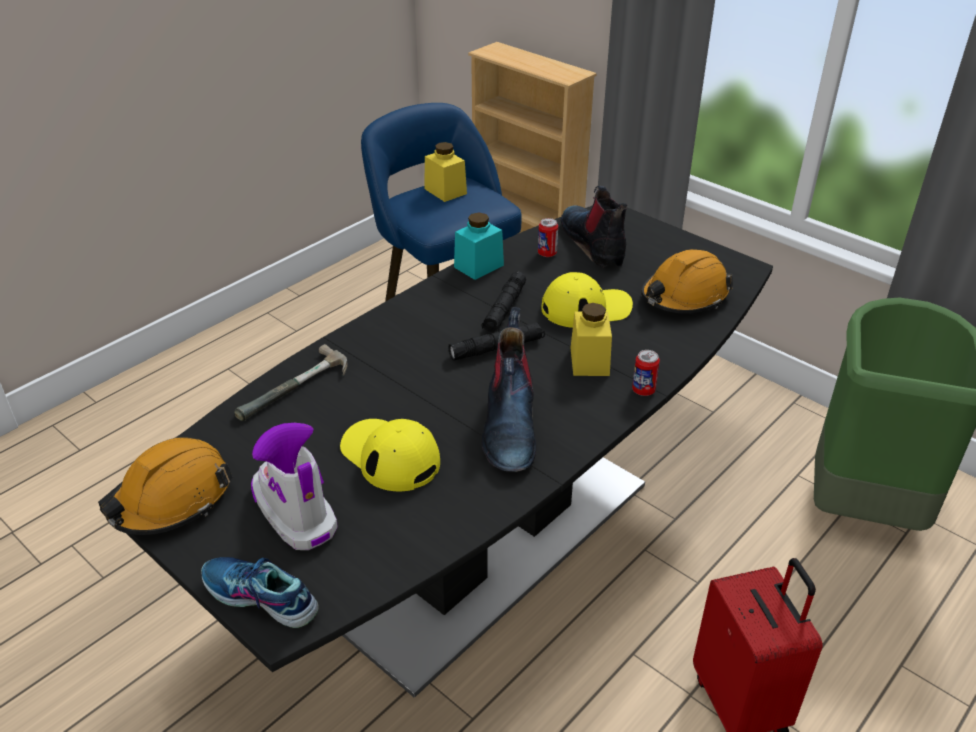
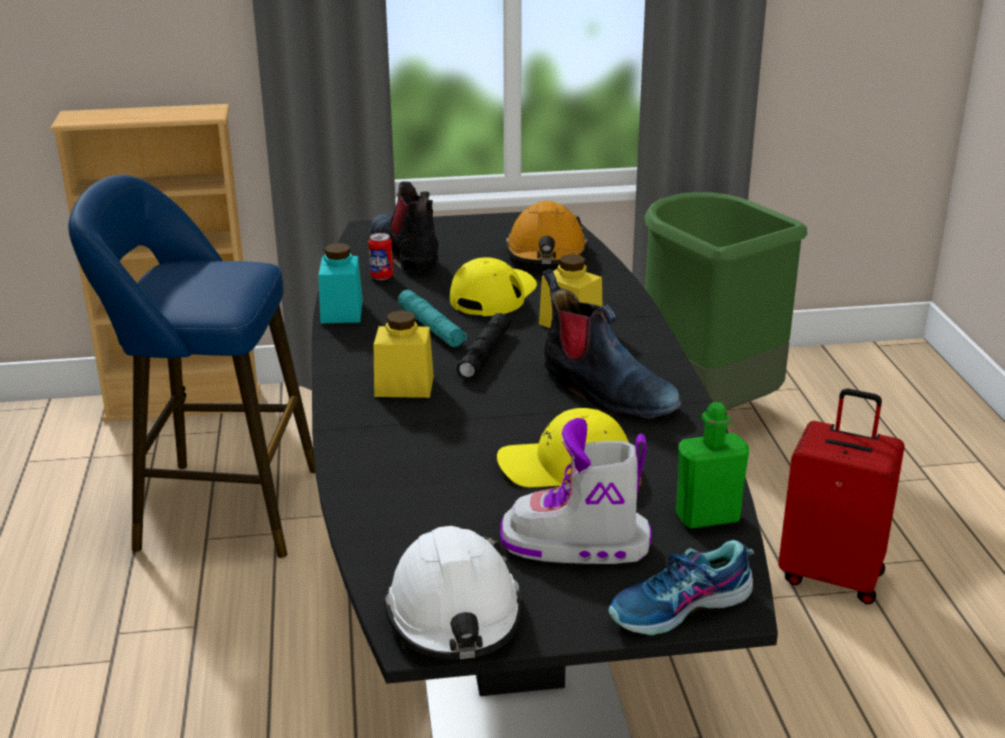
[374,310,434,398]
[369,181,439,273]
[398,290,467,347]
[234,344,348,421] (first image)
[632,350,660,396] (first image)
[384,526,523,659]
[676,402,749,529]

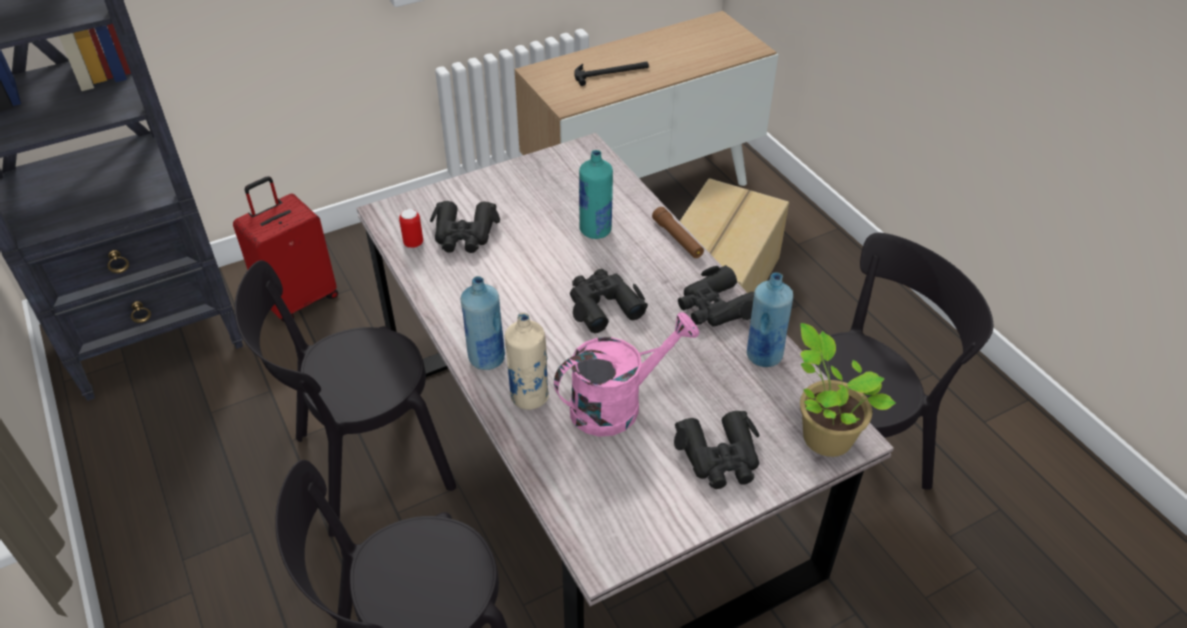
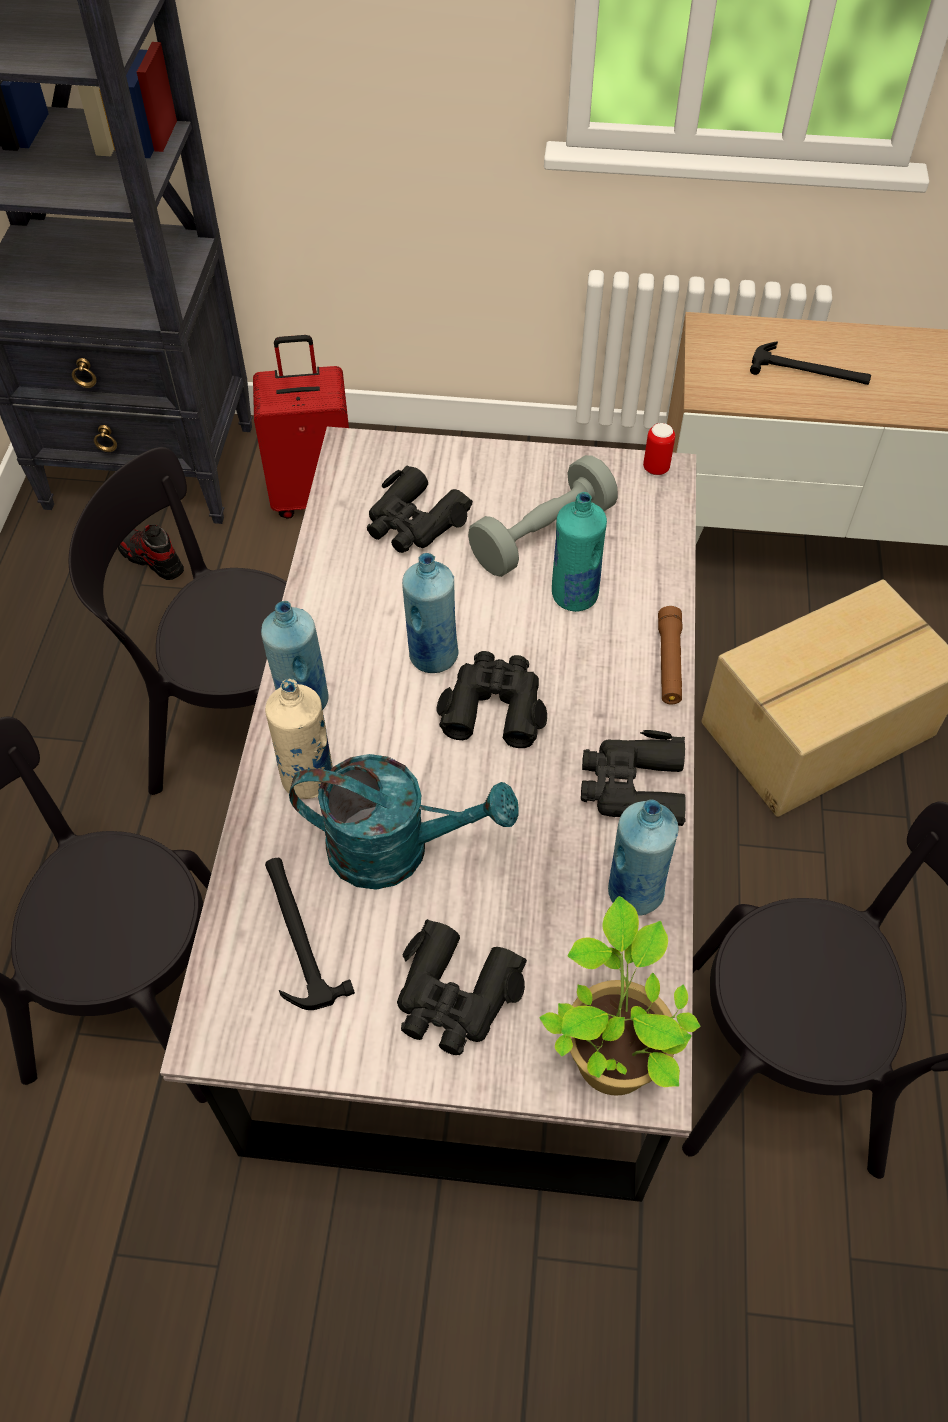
[643,423,675,475]
[289,754,519,890]
[468,455,618,577]
[118,524,184,580]
[402,553,459,673]
[265,858,355,1010]

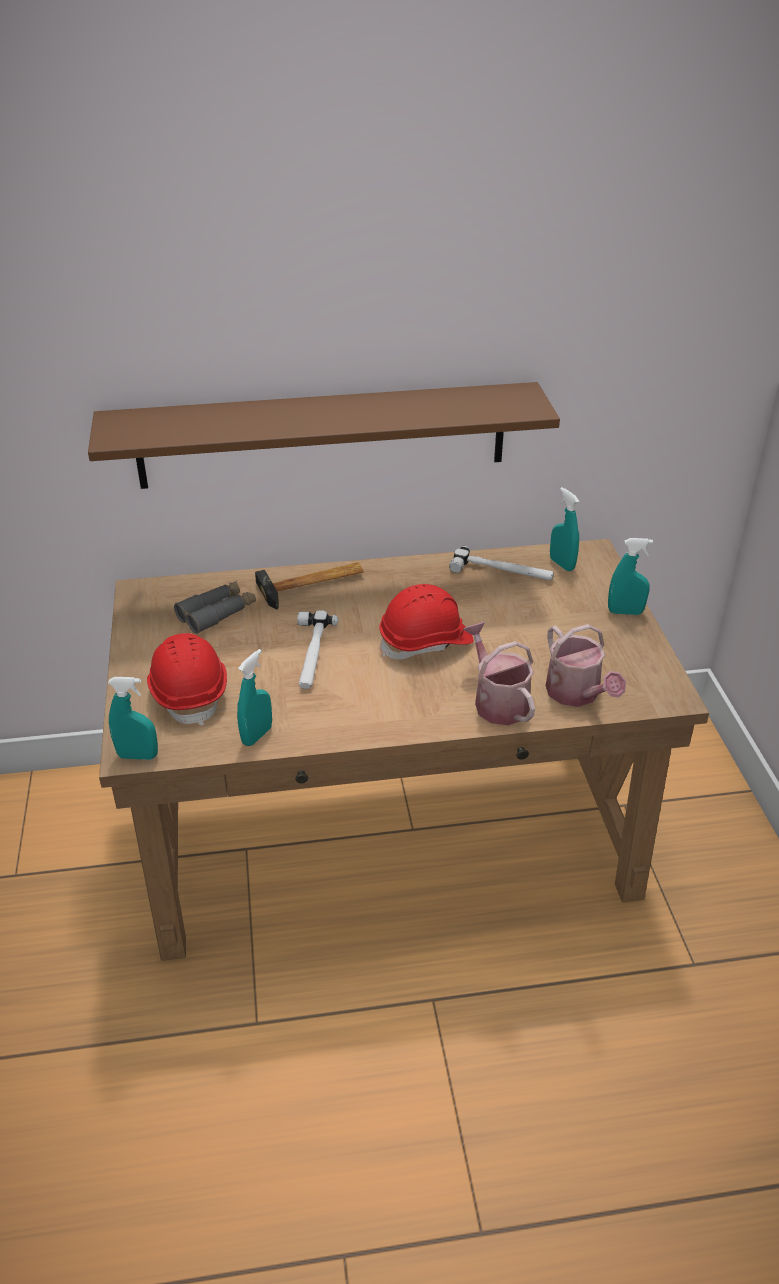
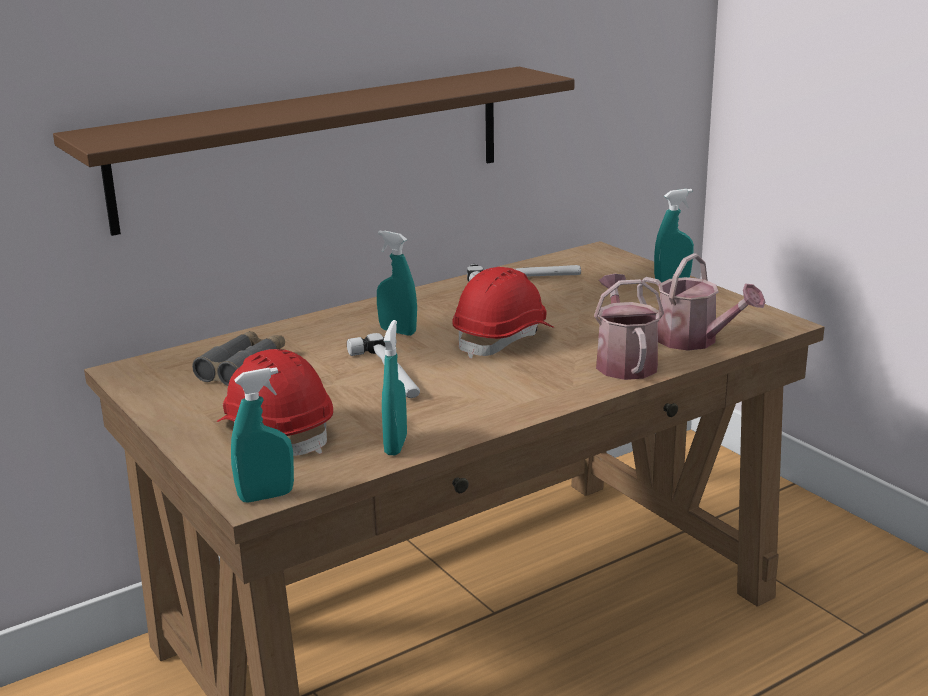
[377,231,417,336]
[255,562,364,609] (first image)
[594,274,664,380]

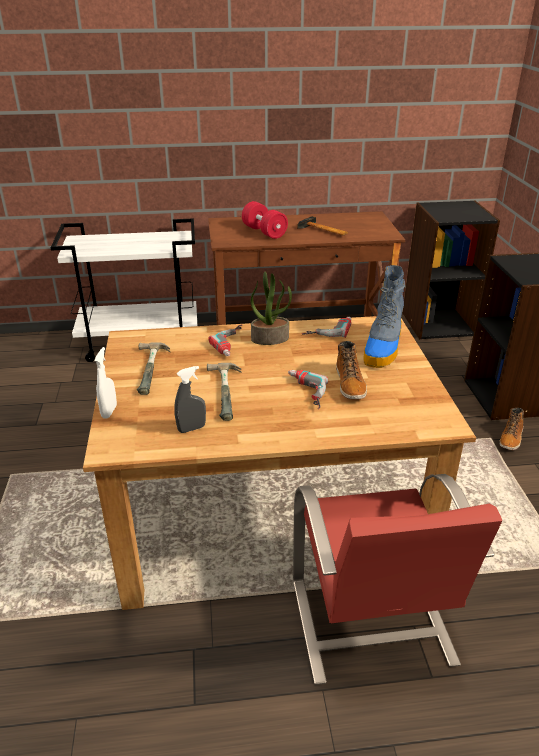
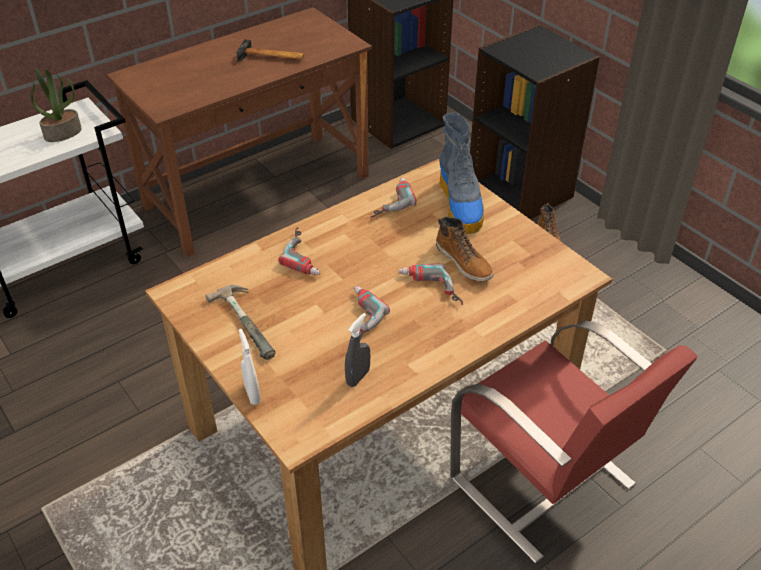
[242,201,288,239] (first image)
[31,69,82,142]
[354,286,390,340]

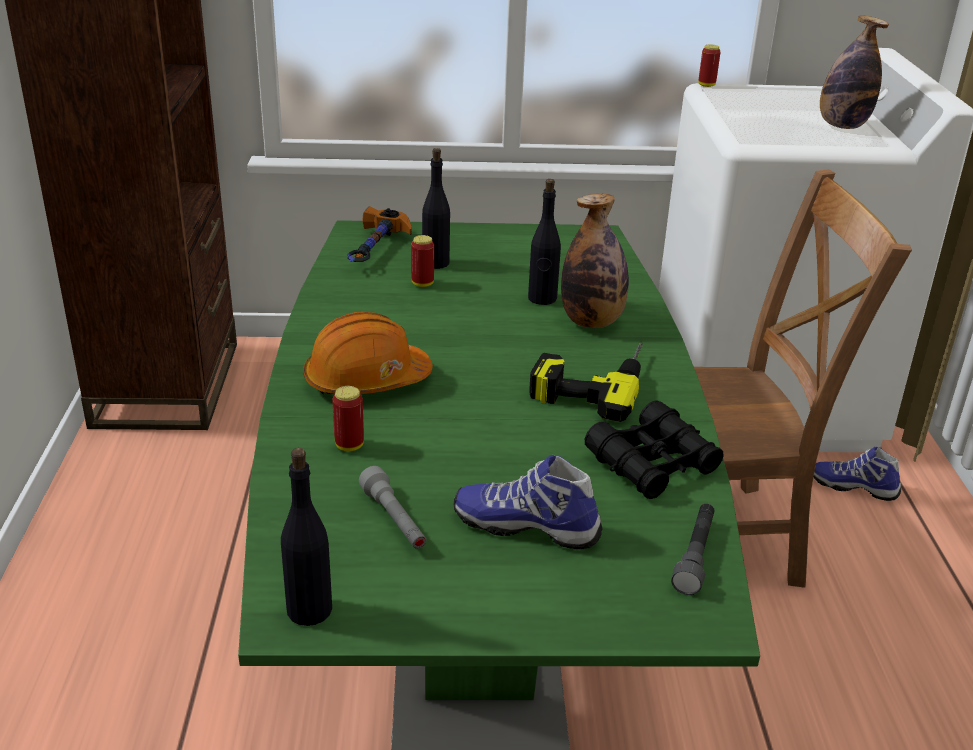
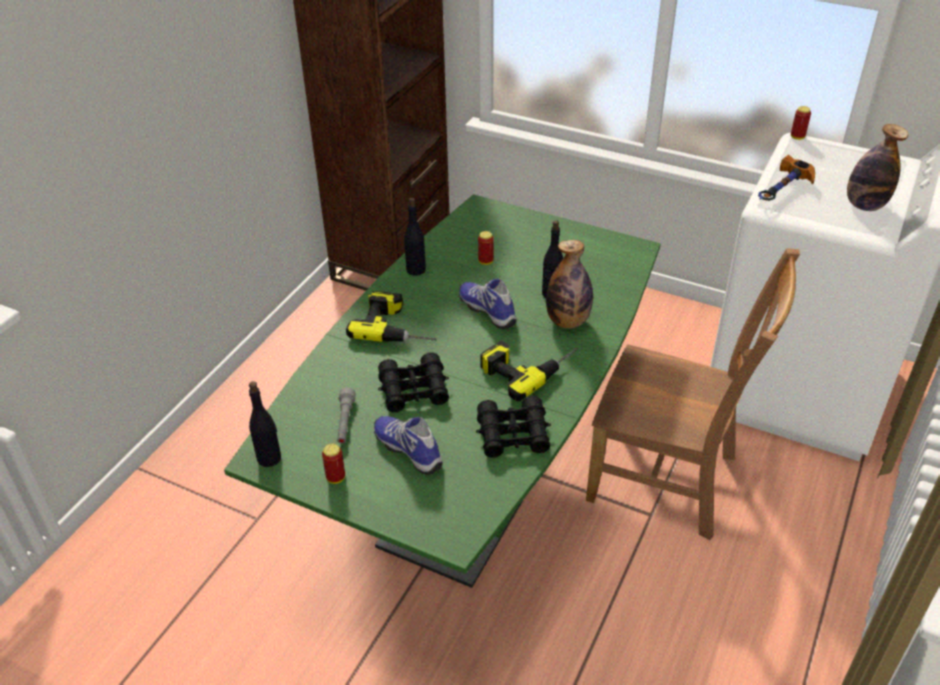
[404,198,426,276]
[758,155,815,201]
[346,291,437,342]
[322,443,345,484]
[459,279,516,329]
[671,504,715,595] (first image)
[378,352,449,412]

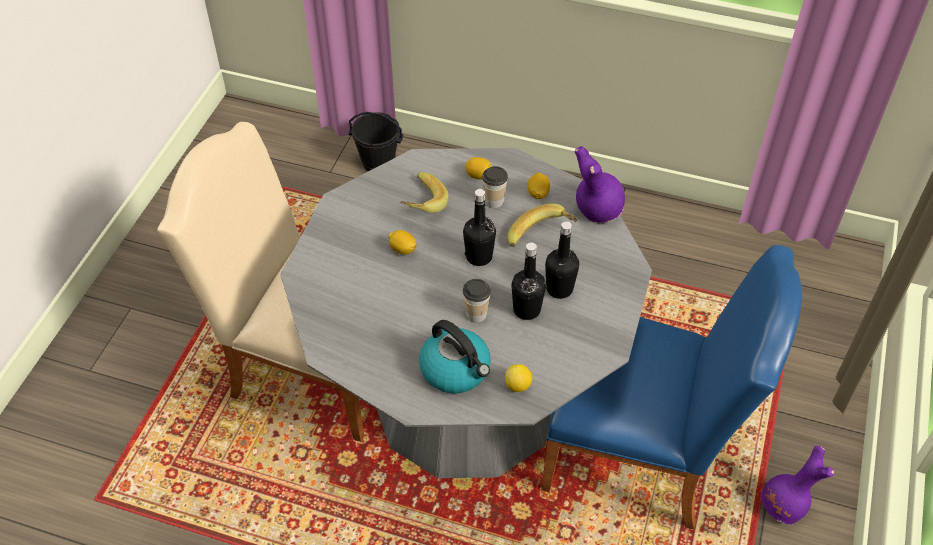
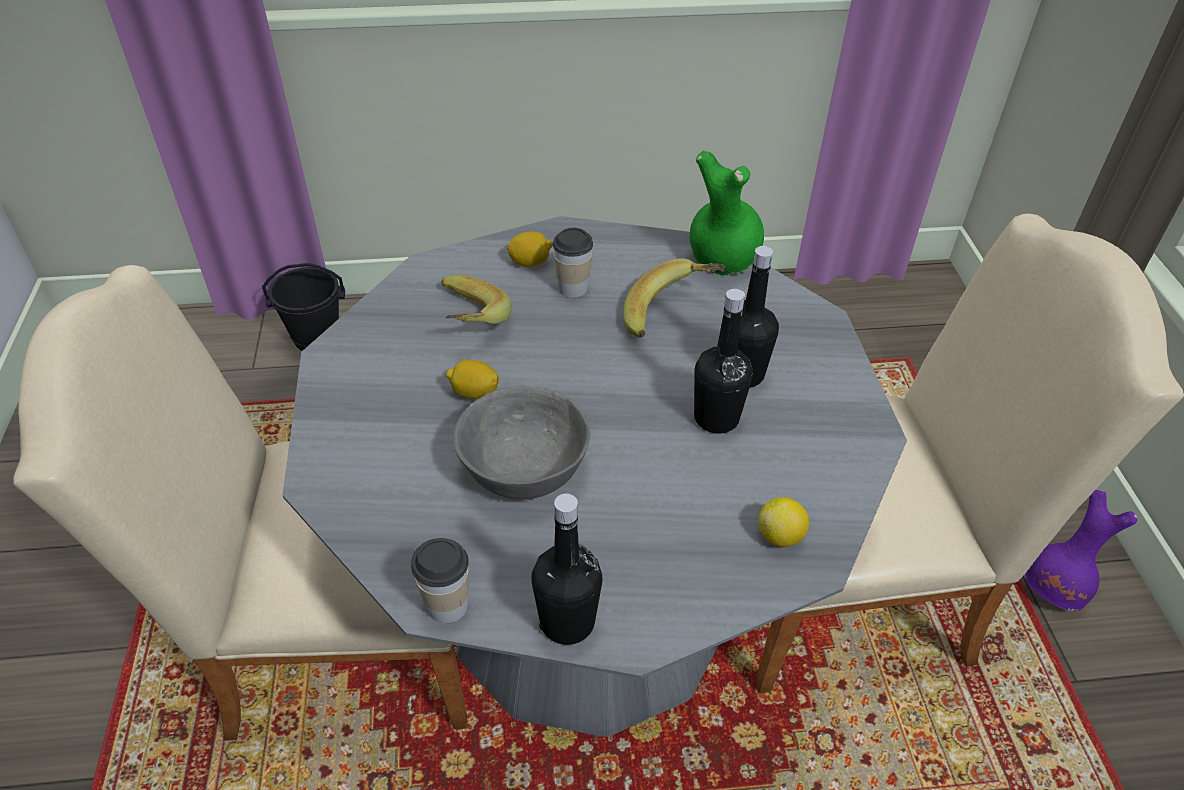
[690,151,764,275]
[528,172,550,199] (first image)
[532,493,602,645]
[755,214,1184,694]
[411,538,469,623]
[419,320,491,394] (first image)
[453,386,590,499]

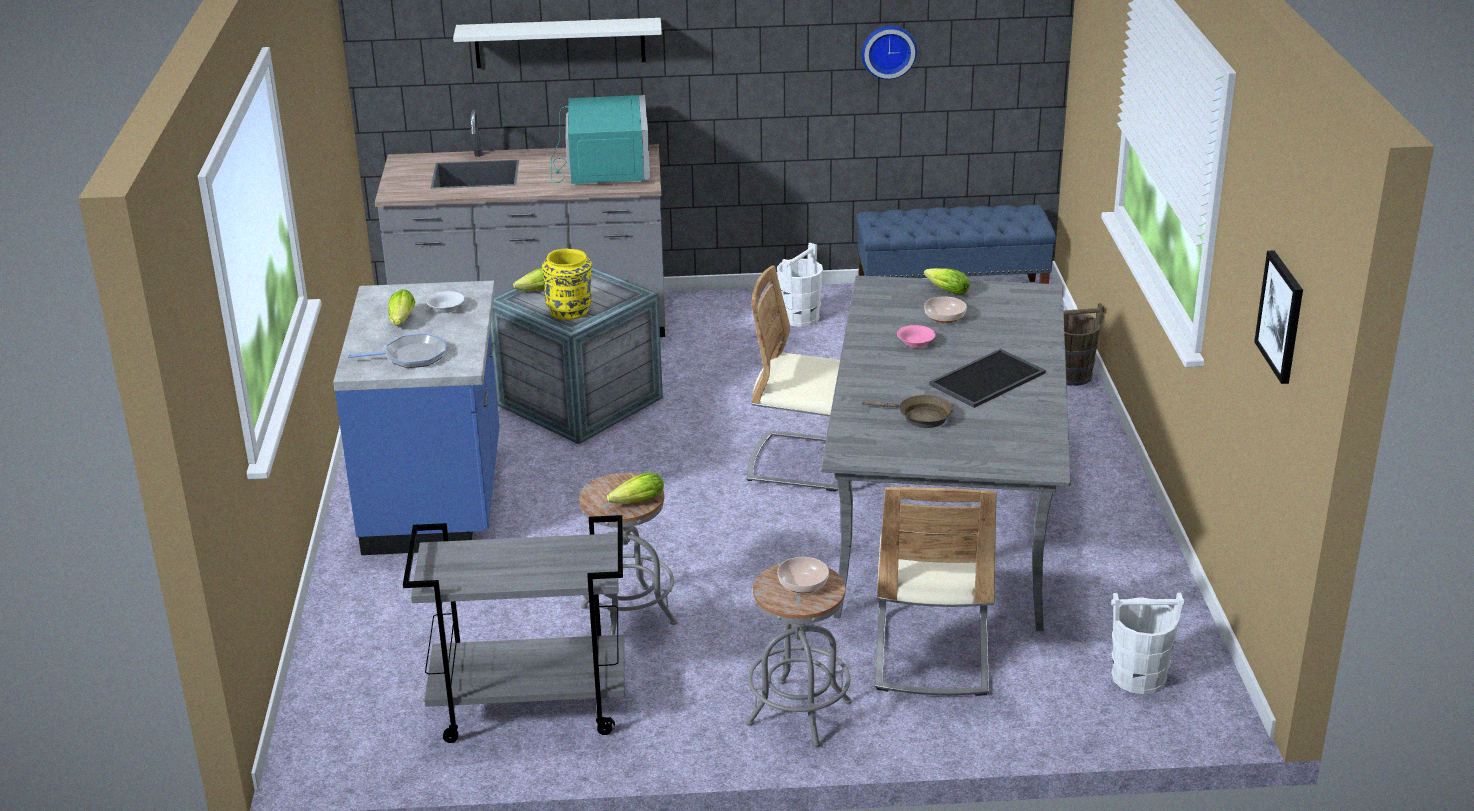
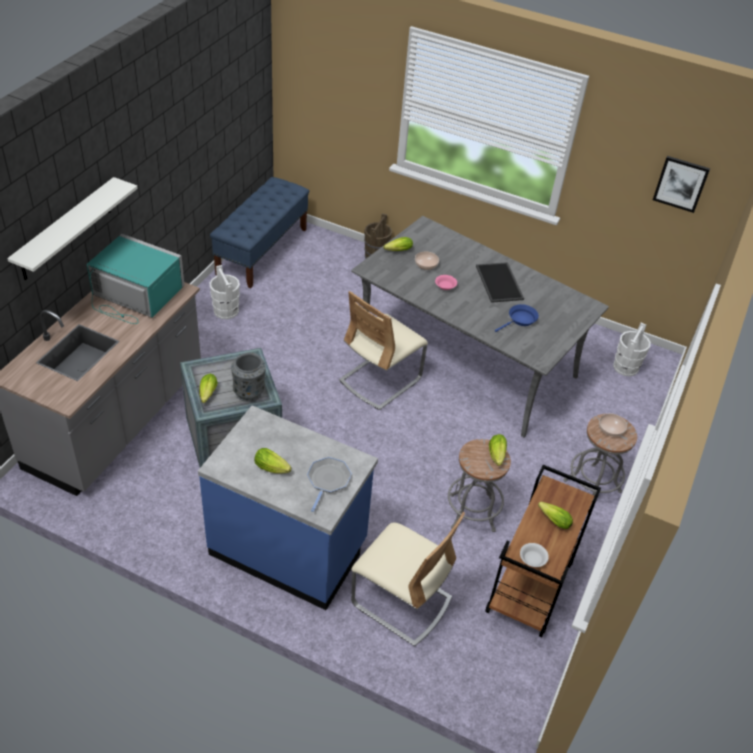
[861,26,917,79] (first image)
[231,353,266,402]
[520,543,549,567]
[495,304,539,332]
[351,512,465,646]
[485,465,601,637]
[538,502,573,529]

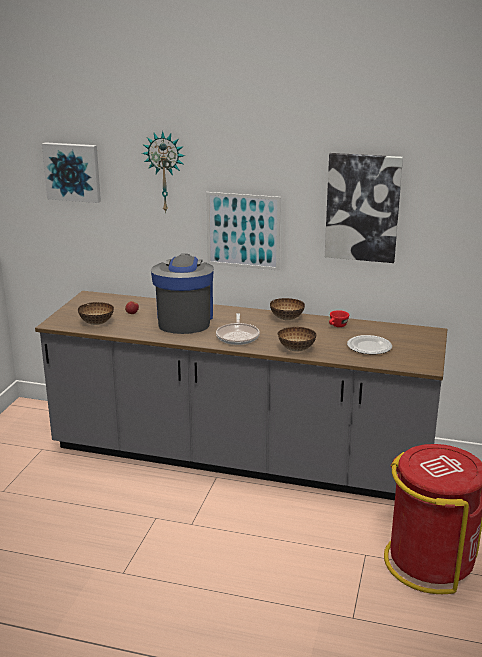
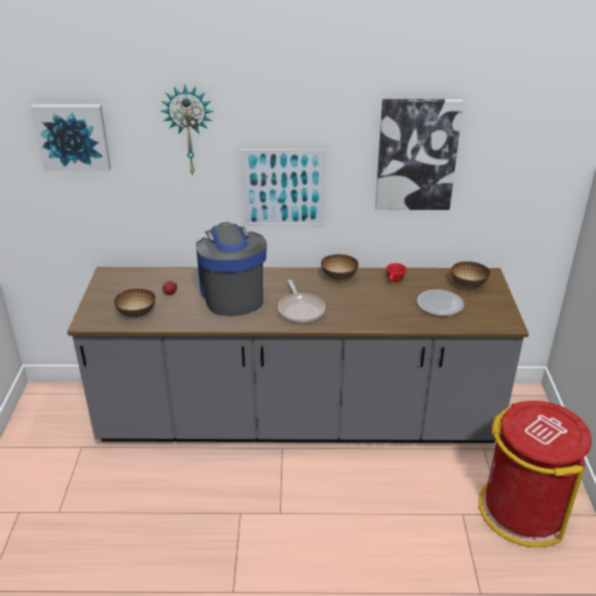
[451,261,490,288]

